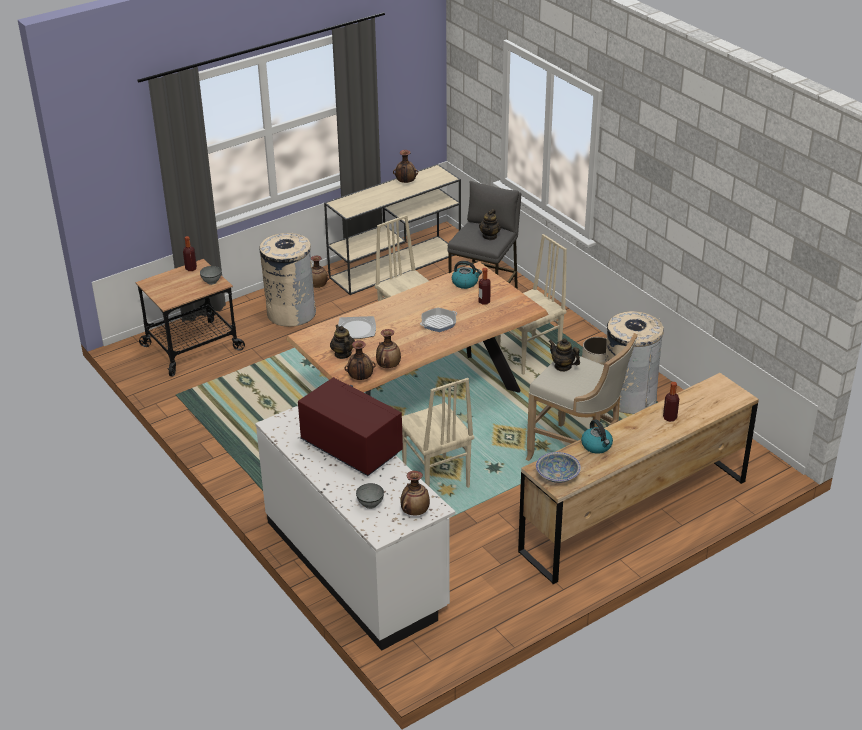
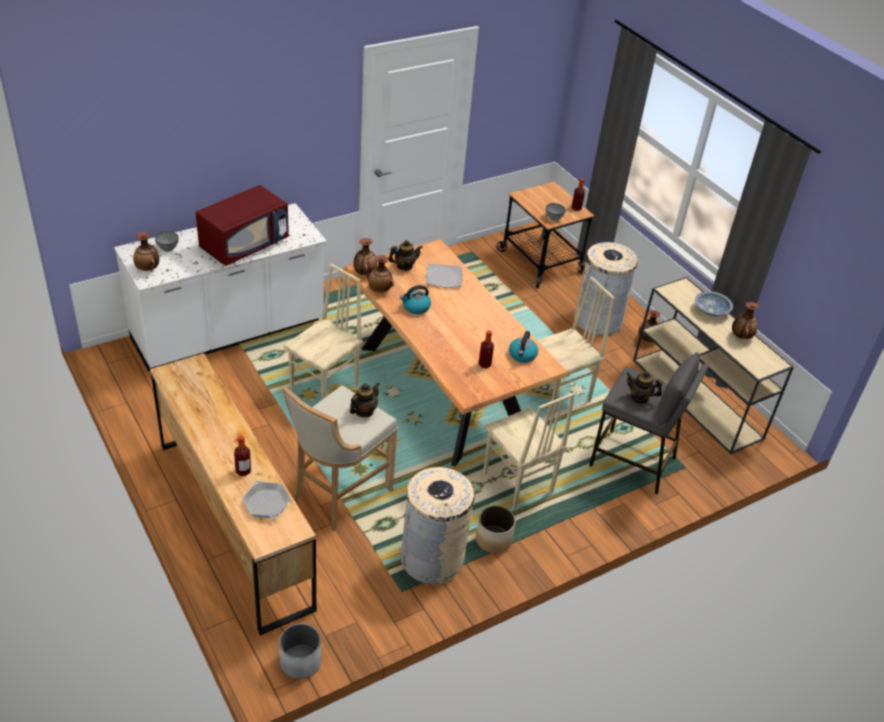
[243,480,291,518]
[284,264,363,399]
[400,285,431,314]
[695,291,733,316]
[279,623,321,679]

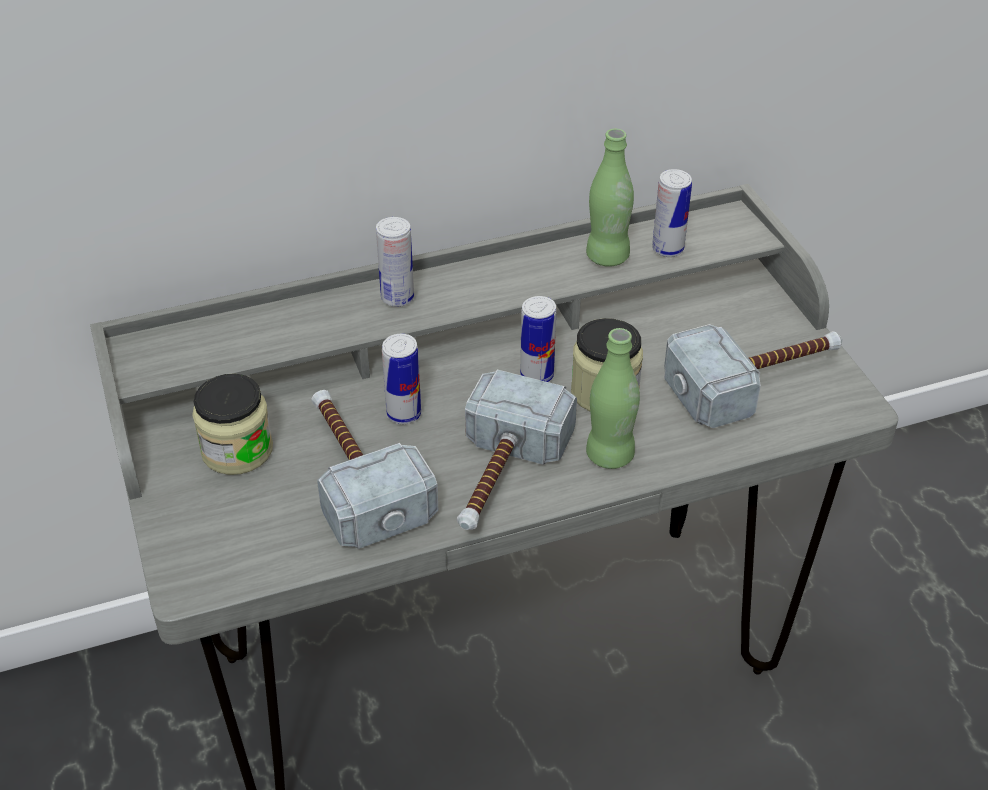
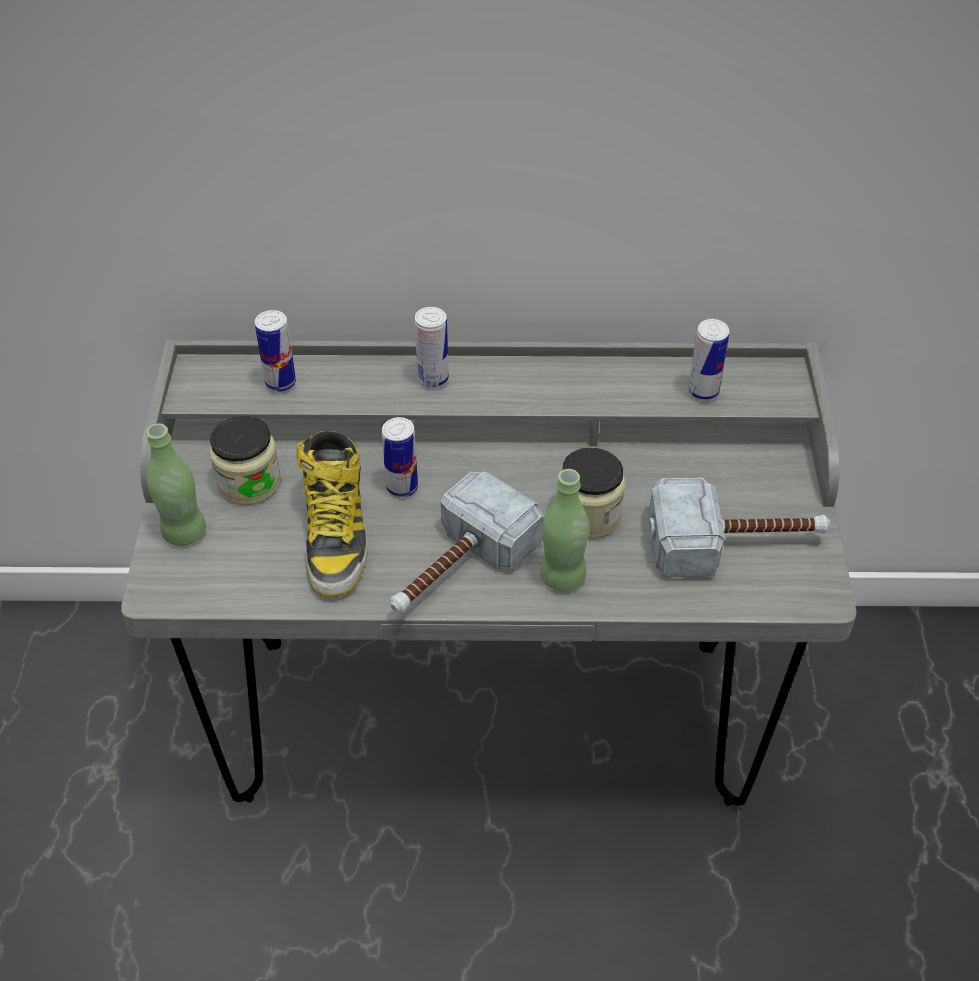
[146,423,206,546]
[255,310,296,392]
[297,431,367,597]

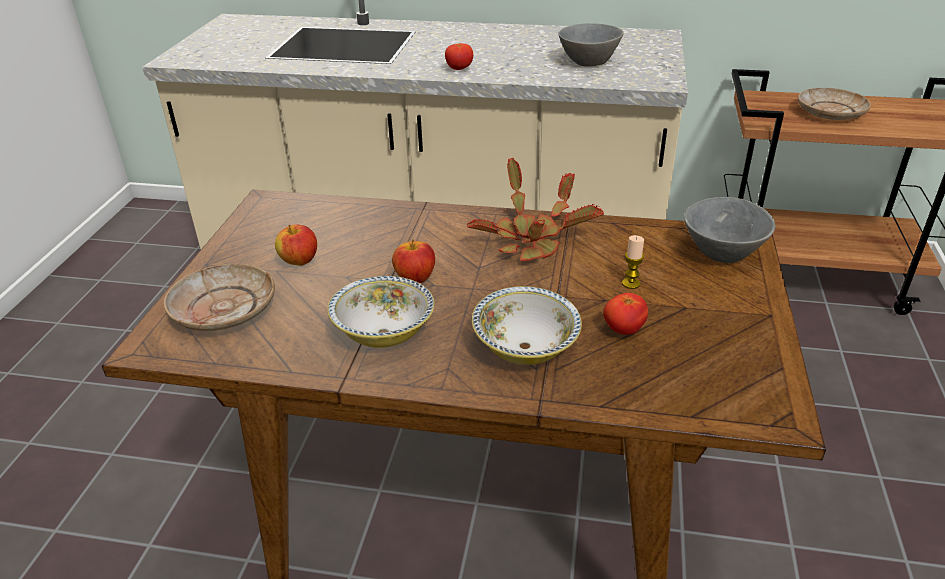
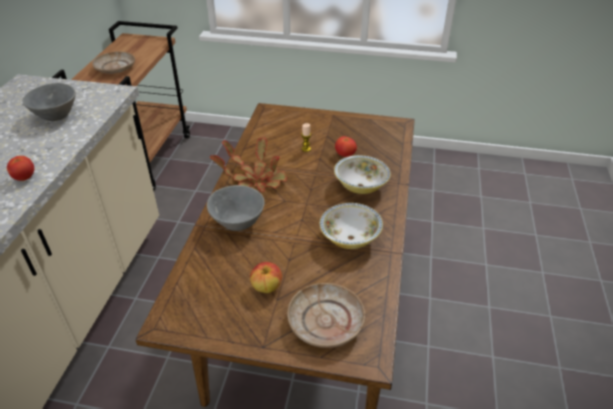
[207,185,265,231]
[392,239,435,283] (first image)

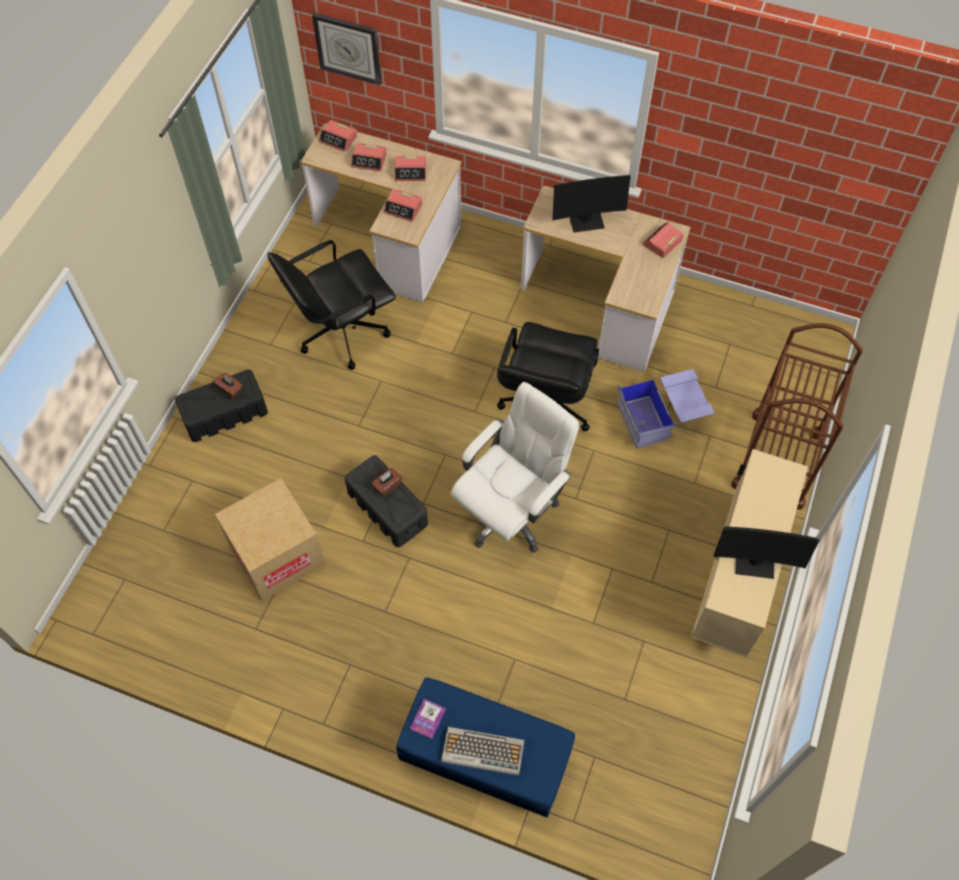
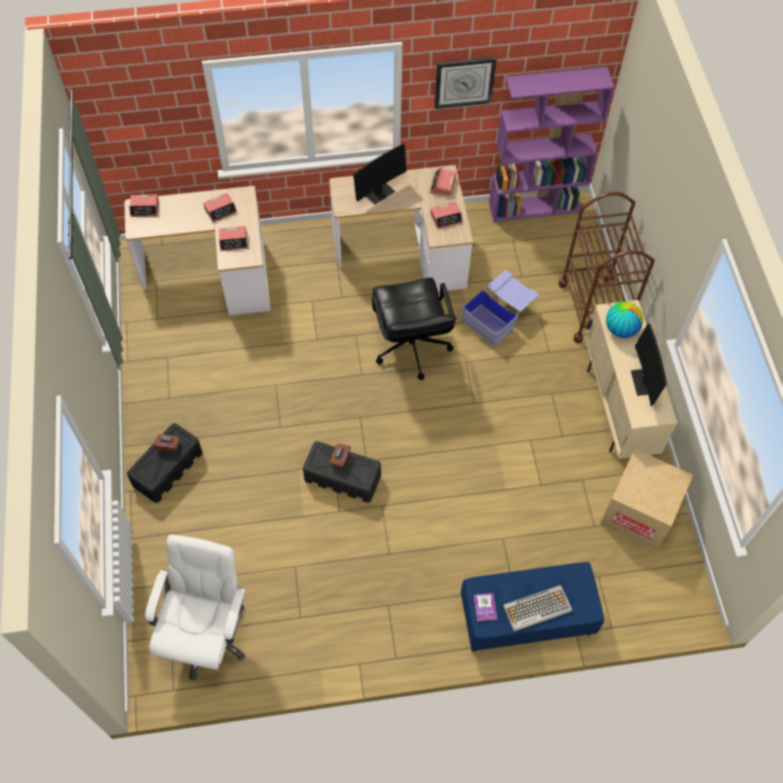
[434,57,497,109]
[431,202,463,229]
[267,240,396,370] (first image)
[145,534,246,680]
[601,449,693,550]
[631,324,667,406]
[489,67,614,222]
[606,301,643,338]

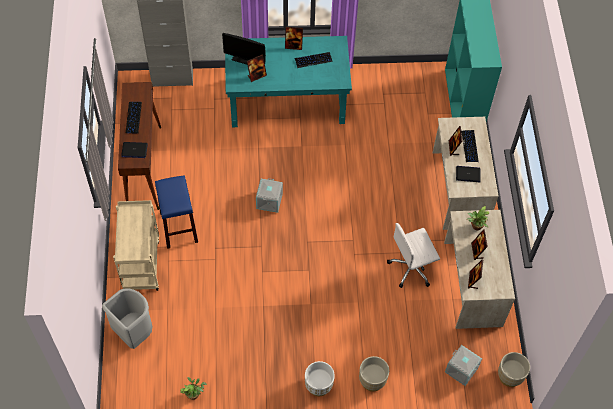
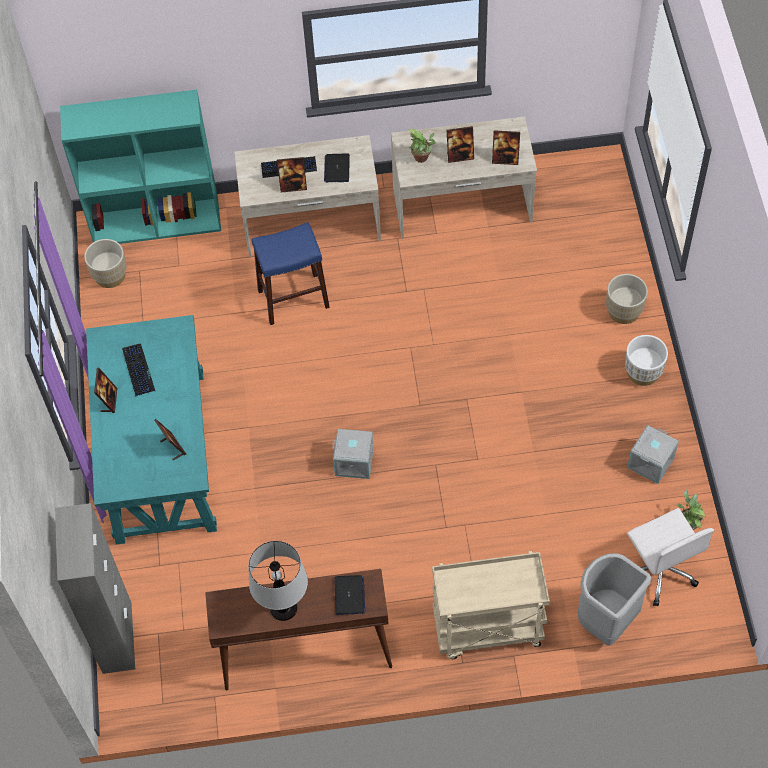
[222,33,266,64] (first image)
[248,541,308,621]
[252,222,330,325]
[627,508,714,606]
[627,425,679,484]
[84,239,127,288]

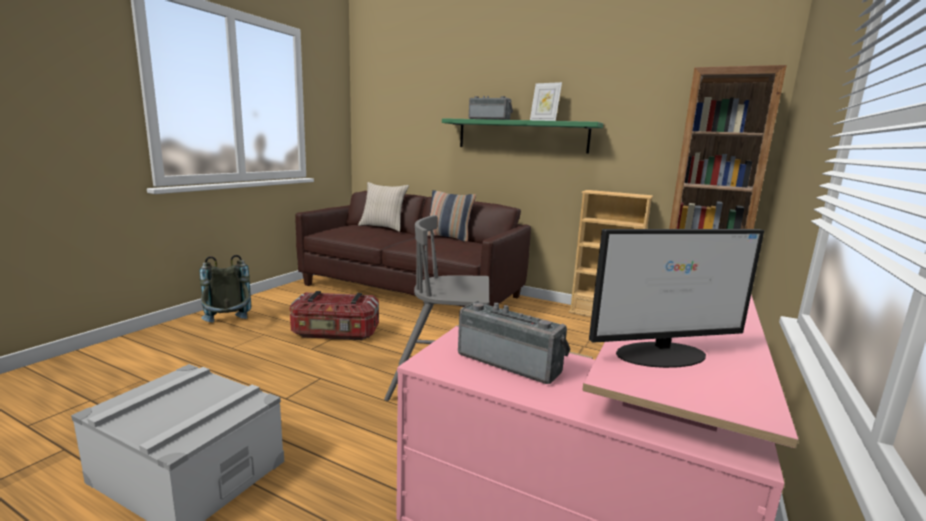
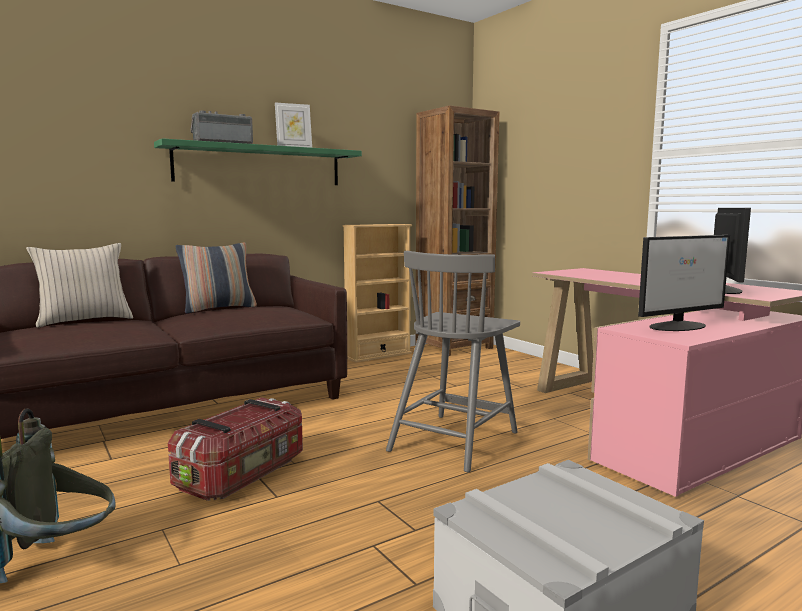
[638,235,730,331]

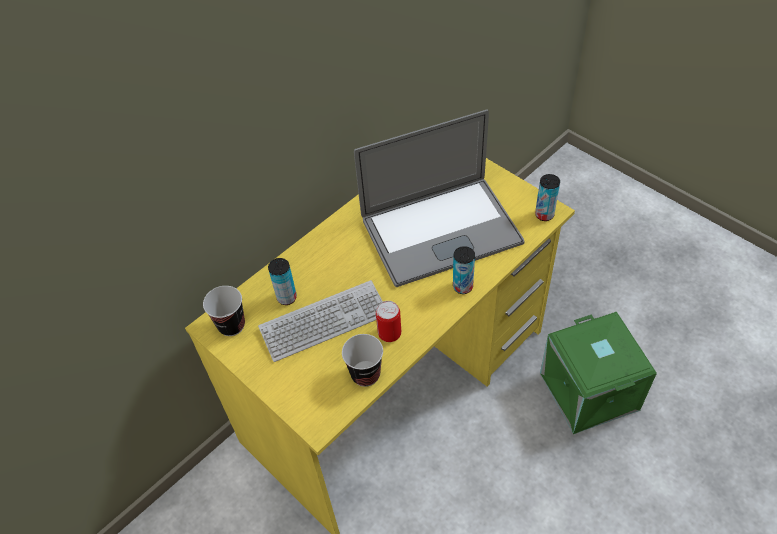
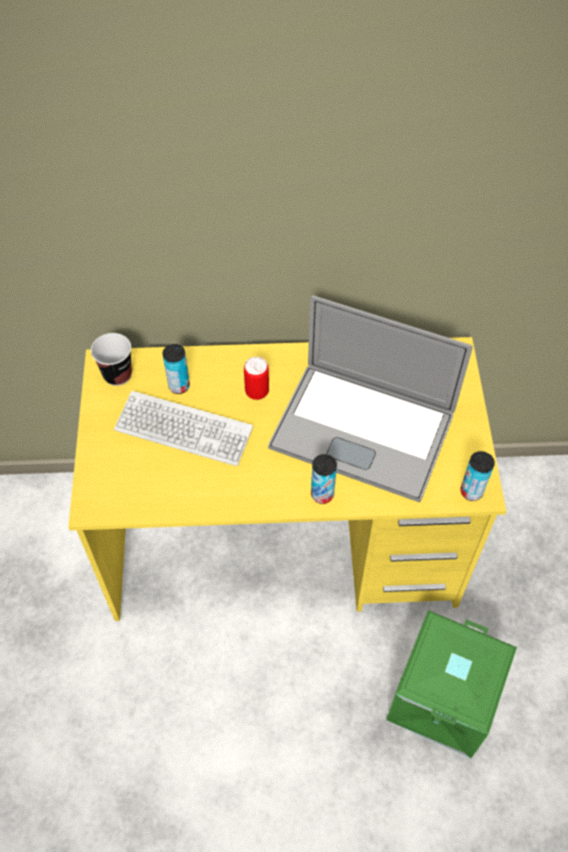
[244,357,269,400]
[342,334,383,387] (first image)

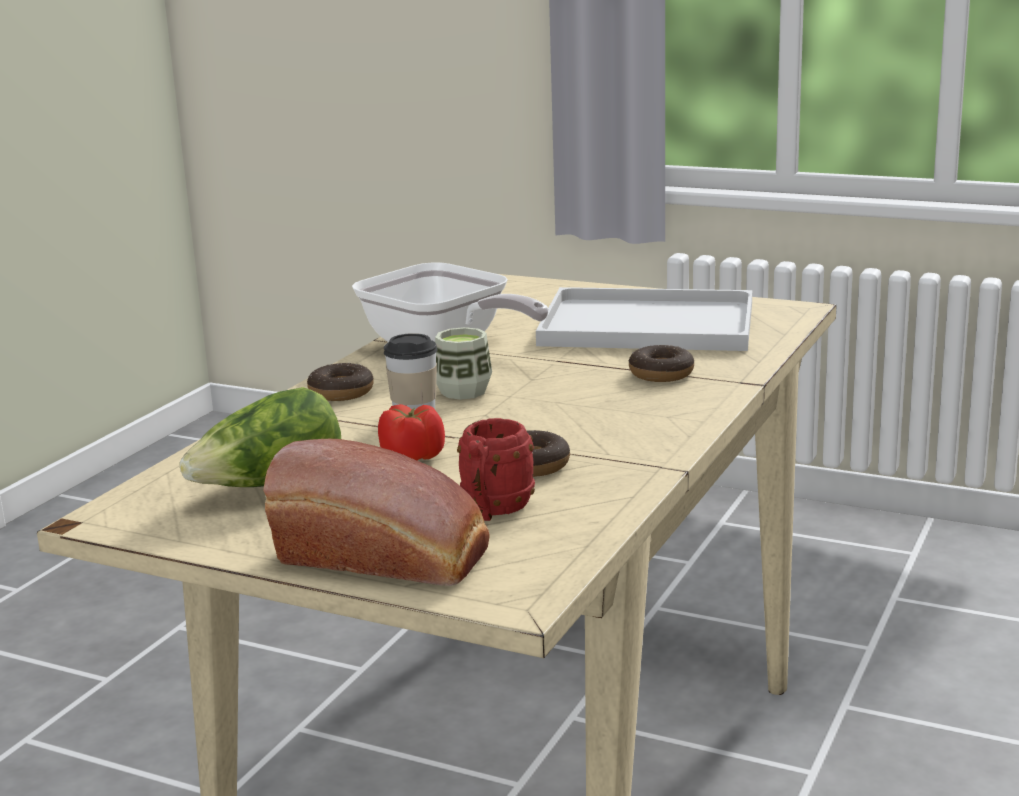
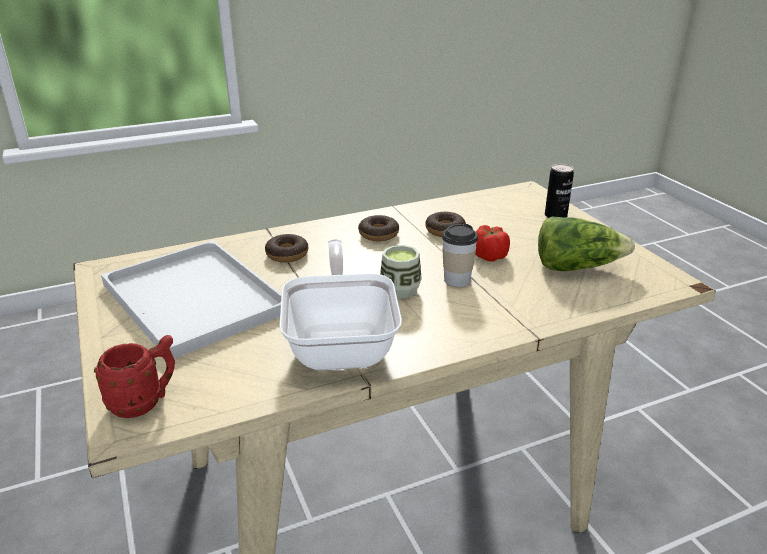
[358,215,399,241]
[94,335,175,418]
[545,164,574,218]

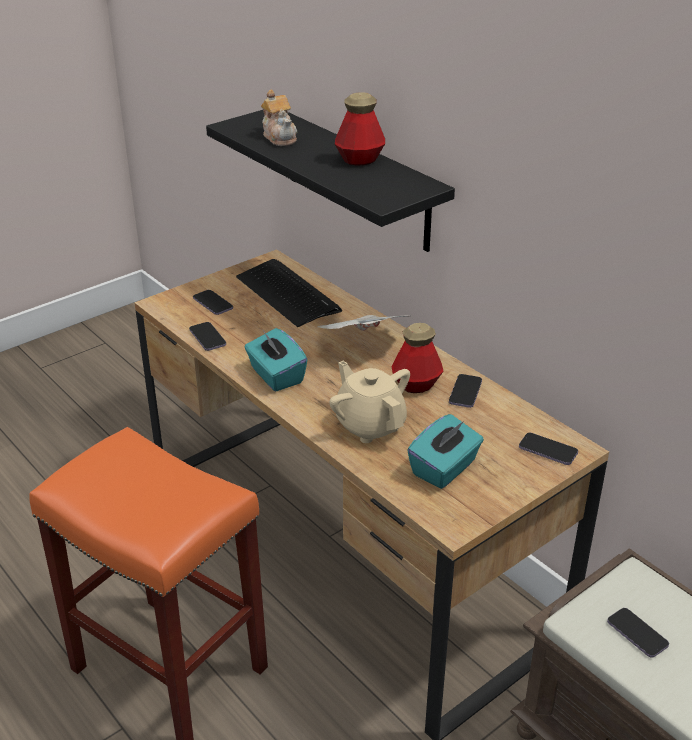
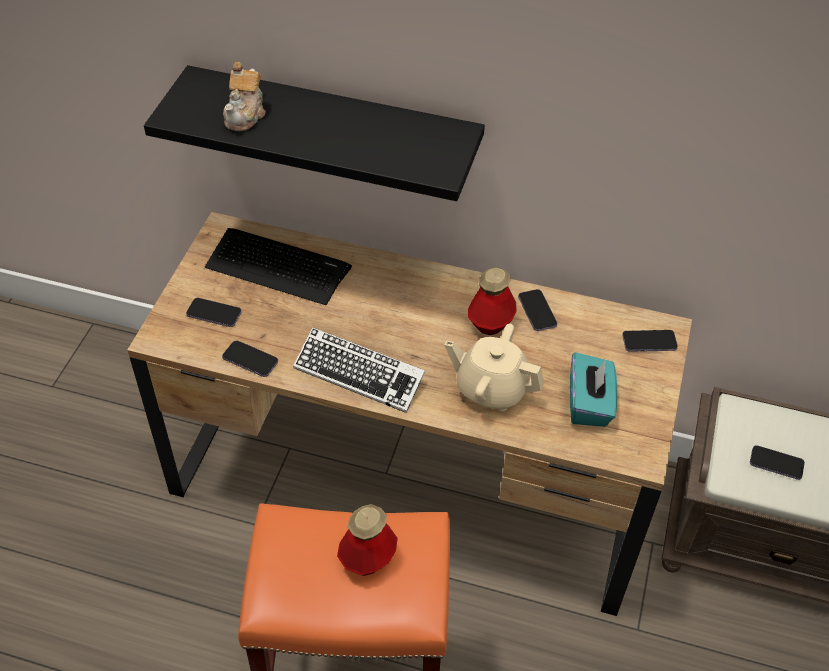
[223,62,266,131]
[337,504,398,576]
[317,315,407,331] (first image)
[293,327,425,413]

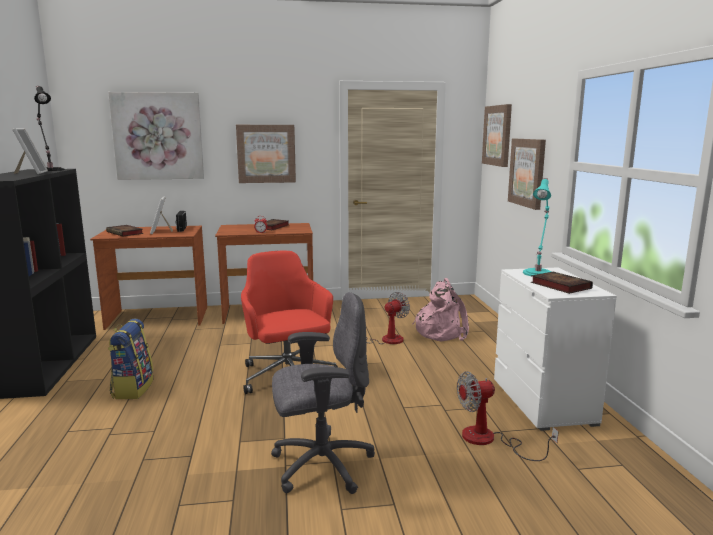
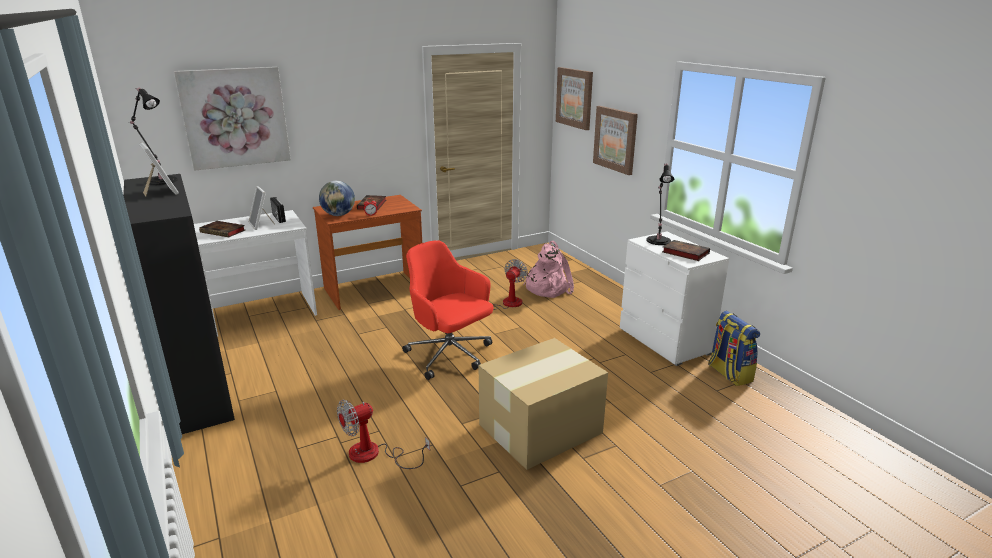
[236,125,296,183] (first image)
[646,163,674,245]
[194,210,317,337]
[478,338,608,470]
[708,311,760,386]
[337,400,430,469]
[319,181,355,216]

